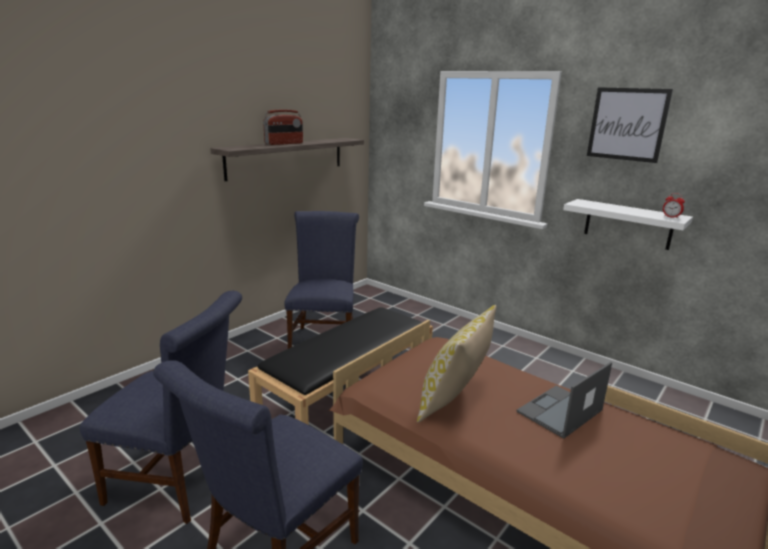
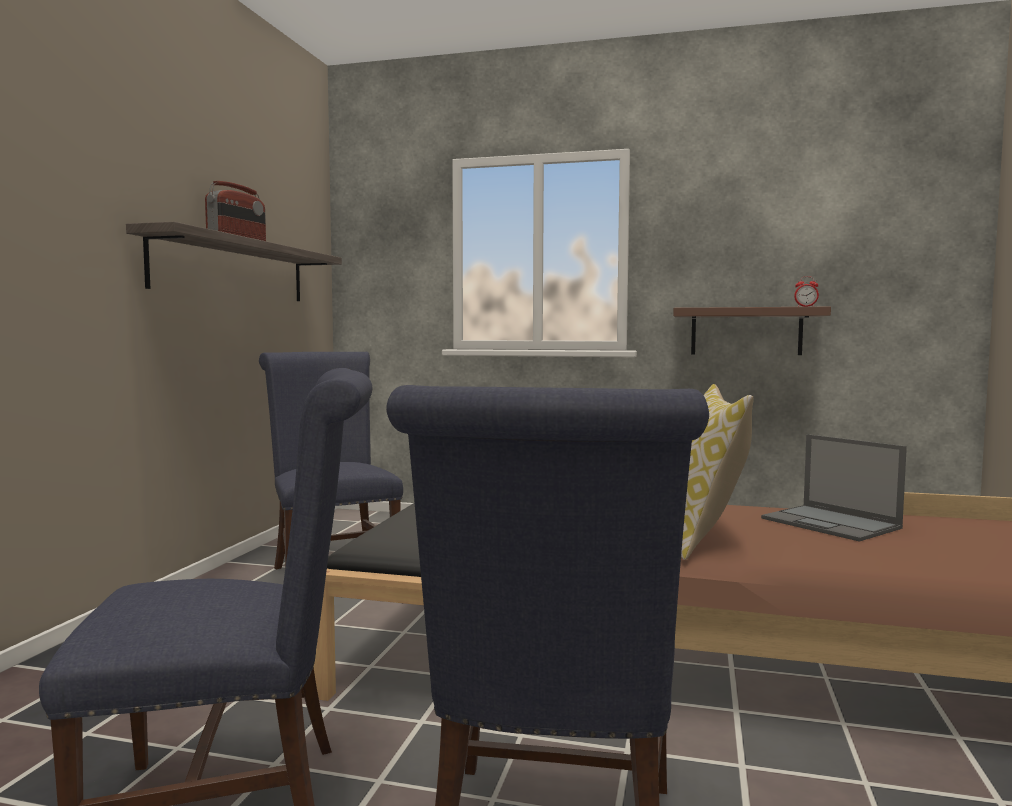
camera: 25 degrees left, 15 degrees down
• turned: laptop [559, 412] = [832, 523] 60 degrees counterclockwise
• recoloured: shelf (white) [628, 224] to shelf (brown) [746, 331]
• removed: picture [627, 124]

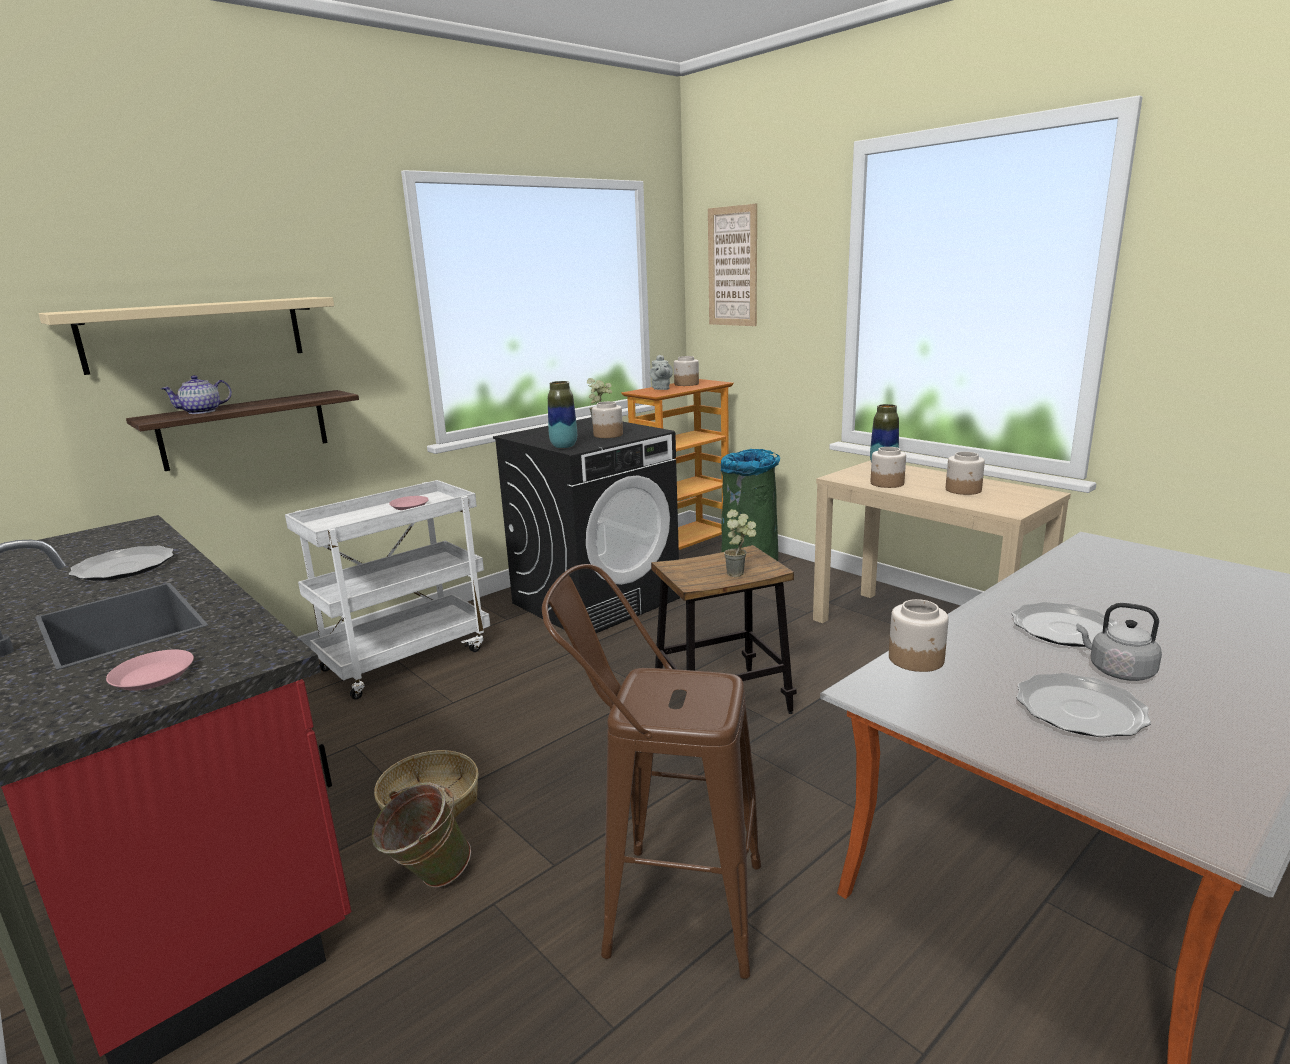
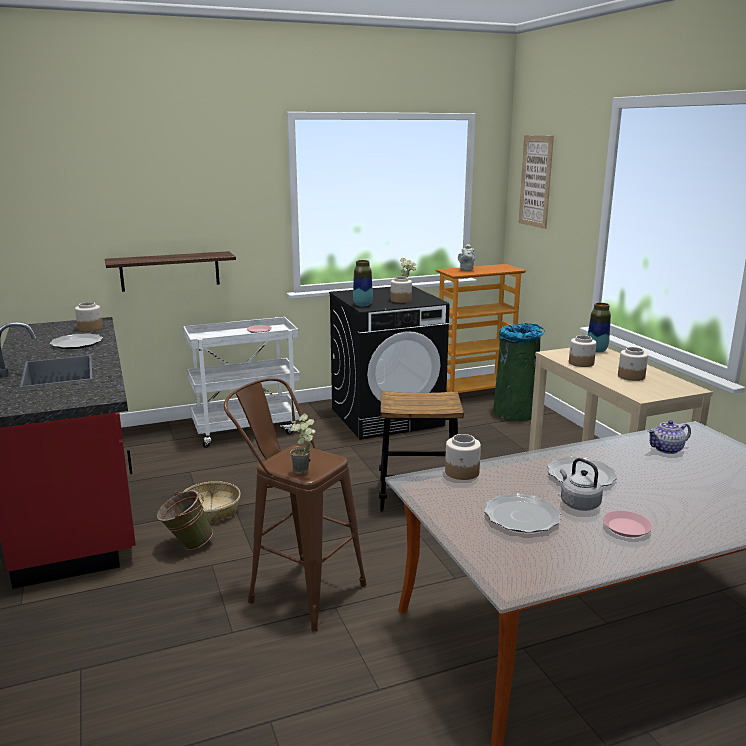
camera: 20 degrees right, 0 degrees up
• removed: shelf (beige) [195, 333]
• moved: plate (pink) [153, 676] to [626, 527]
• moved: teapot [202, 411] to [667, 449]
• moved: jar [686, 384] to [90, 328]
• moved: potted plant [740, 574] to [305, 472]

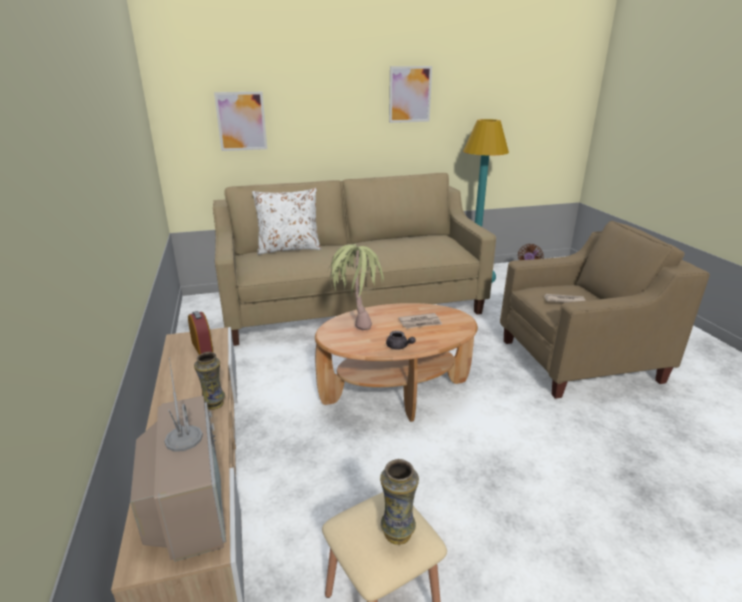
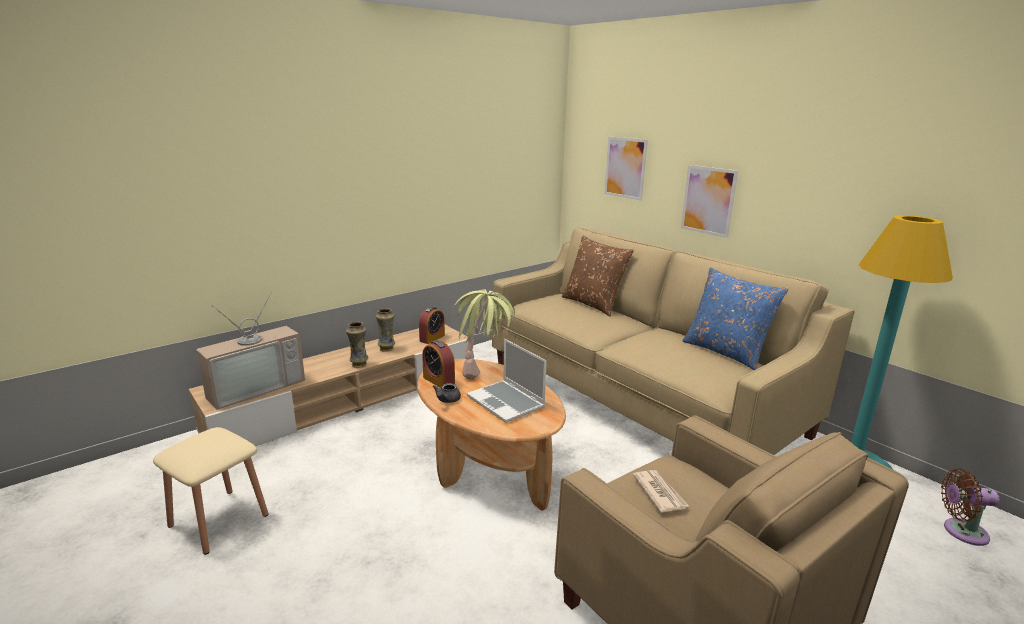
camera: 65 degrees right, 5 degrees down
• recoloured: pillow (white) [289, 248] to pillow (brown) [593, 304]
• moved: vase [397, 532] to [387, 348]
• moved: picture [410, 94] to [708, 200]
• replaced: newspaper [420, 323] to laptop [507, 402]
• added: alarm clock [439, 381]
• added: pillow (blue) [726, 352]

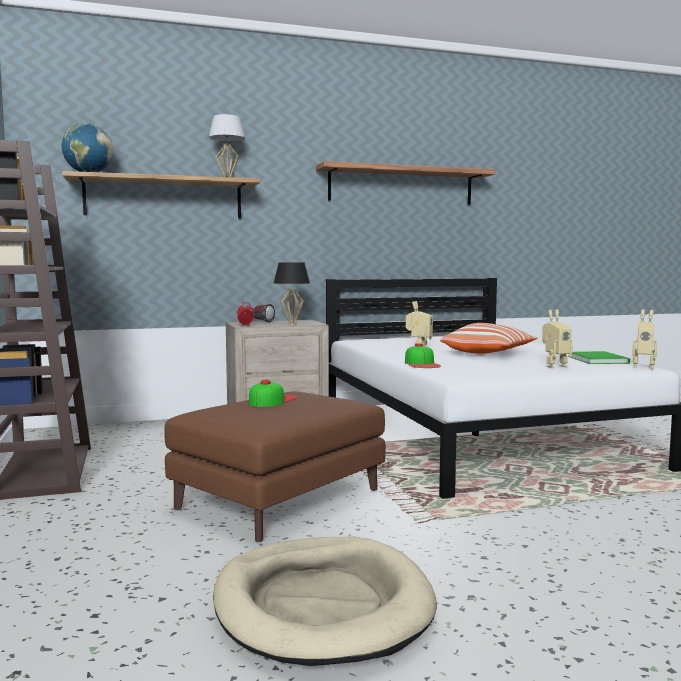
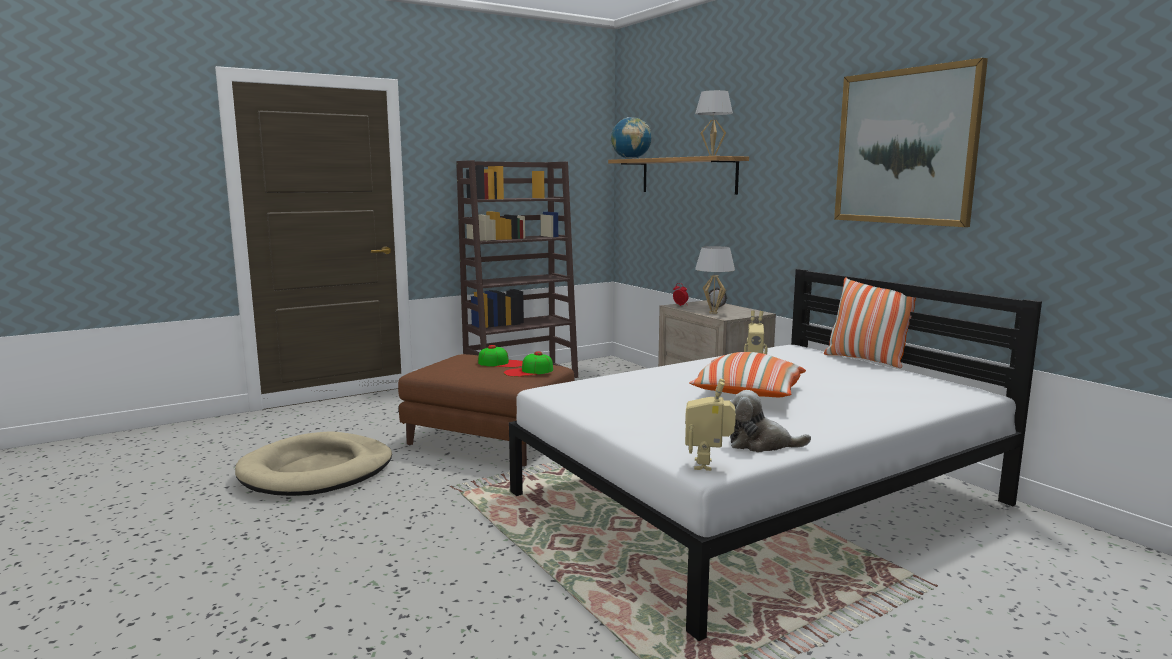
camera: 75 degrees right, 5 degrees up
• recoloured: table lamp (black) [292, 324] to table lamp (white) [713, 312]
• replaced: shelf [401, 186] to picture [905, 147]
• moved: cap [422, 364] to [528, 371]
• removed: toy robot [554, 366]
• replaced: book (green) [598, 359] to plush toy [761, 444]
• added: pillow [866, 360]

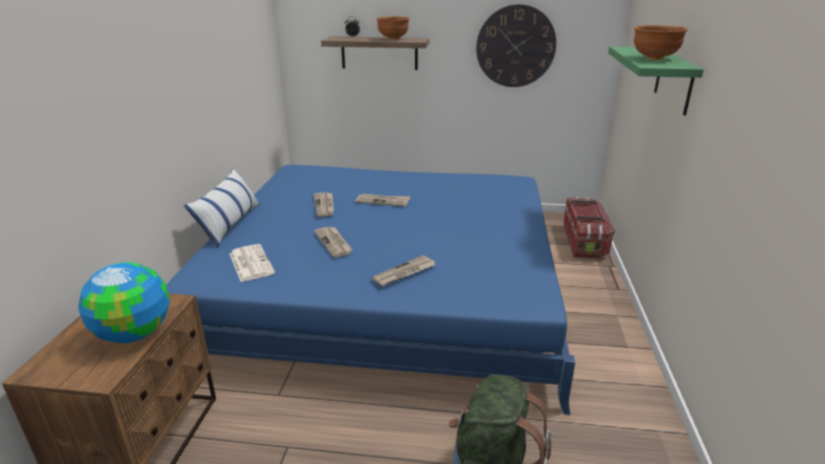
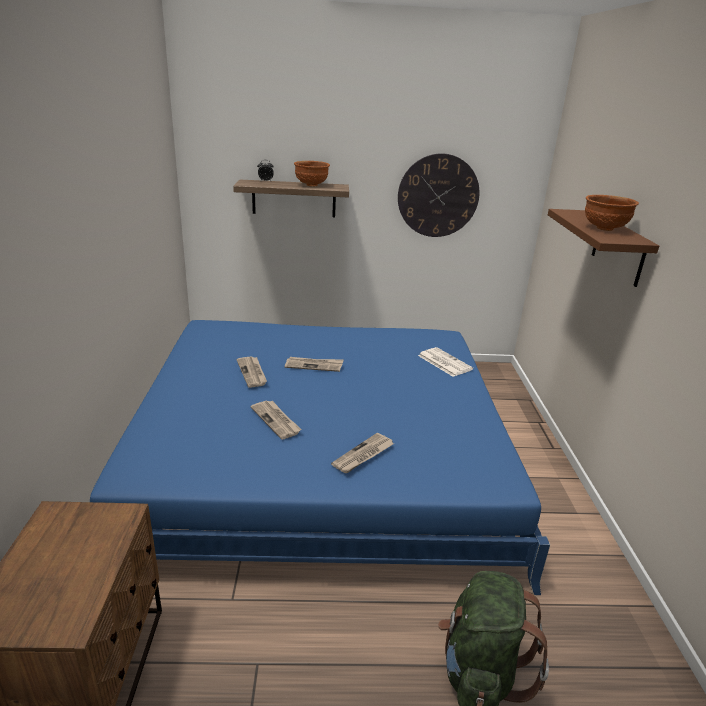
camera: 10 degrees left, 0 degrees up
• removed: globe [134, 333]
• removed: pillow [230, 224]
• moved: newspaper [250, 263] to [443, 362]
• removed: storage box [584, 242]
• recoloured: shelf (green) [674, 80] to shelf (brown) [618, 248]

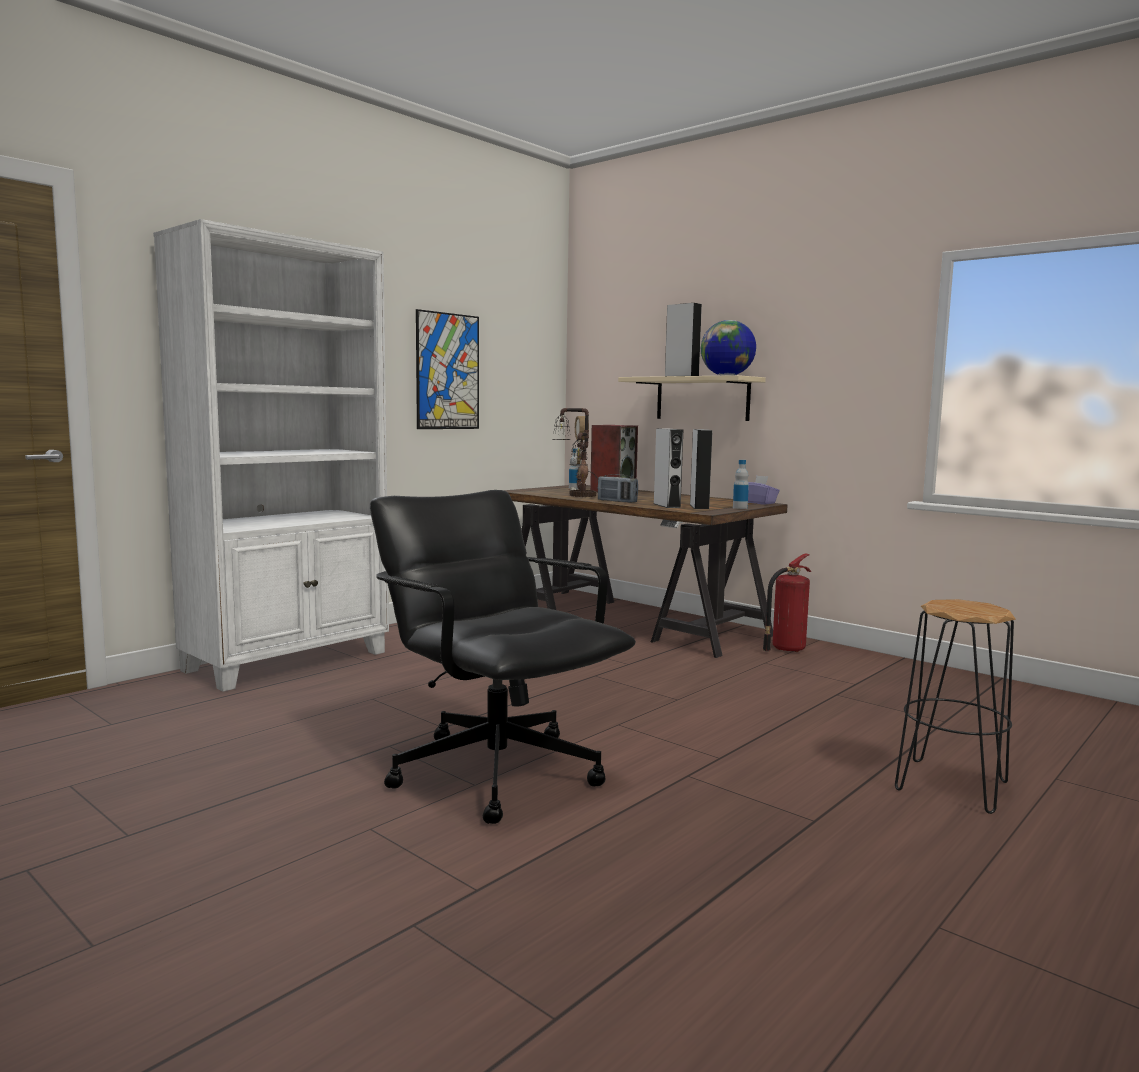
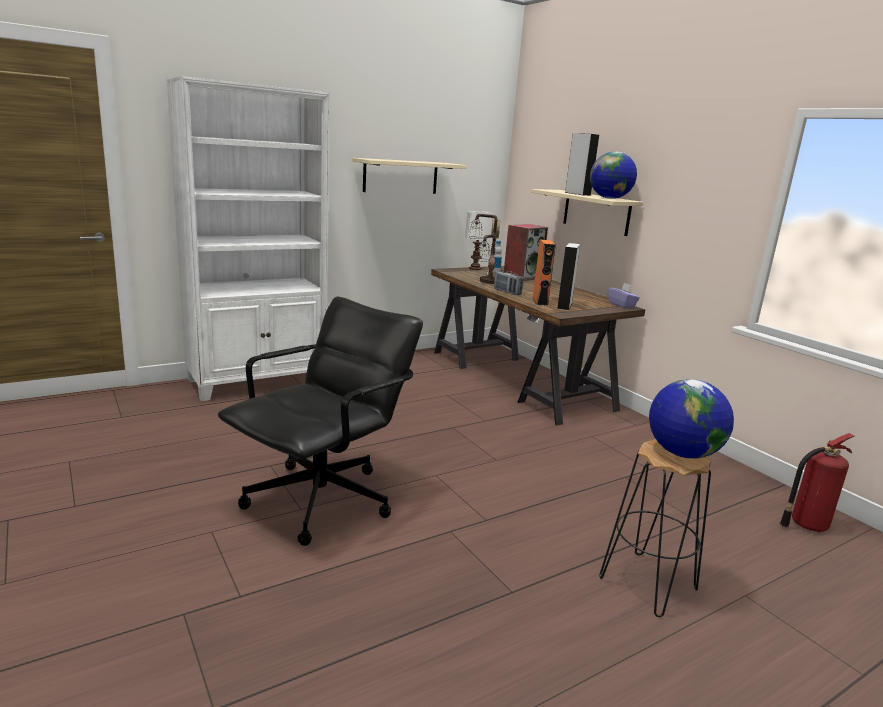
camera: 15 degrees right, 10 degrees up
• turned: office chair (black) [496, 771] = [322, 500] 60 degrees clockwise
• replaced: picture [447, 371] to shelf (beige) [400, 176]
• recoloured: speaker (grey) [666, 505] to speaker (orange) [540, 301]
• removed: bottle [740, 508]
• moved: fire extinguisher [786, 649] to [806, 525]
• added: table lamp (white) [475, 269]
• added: globe [682, 453]

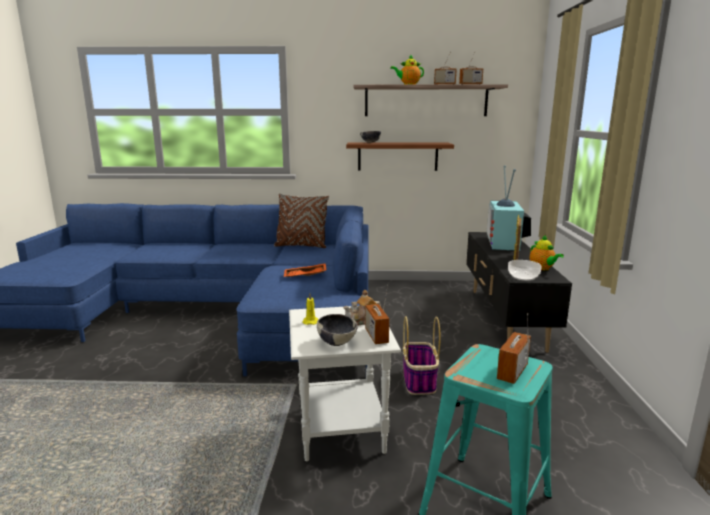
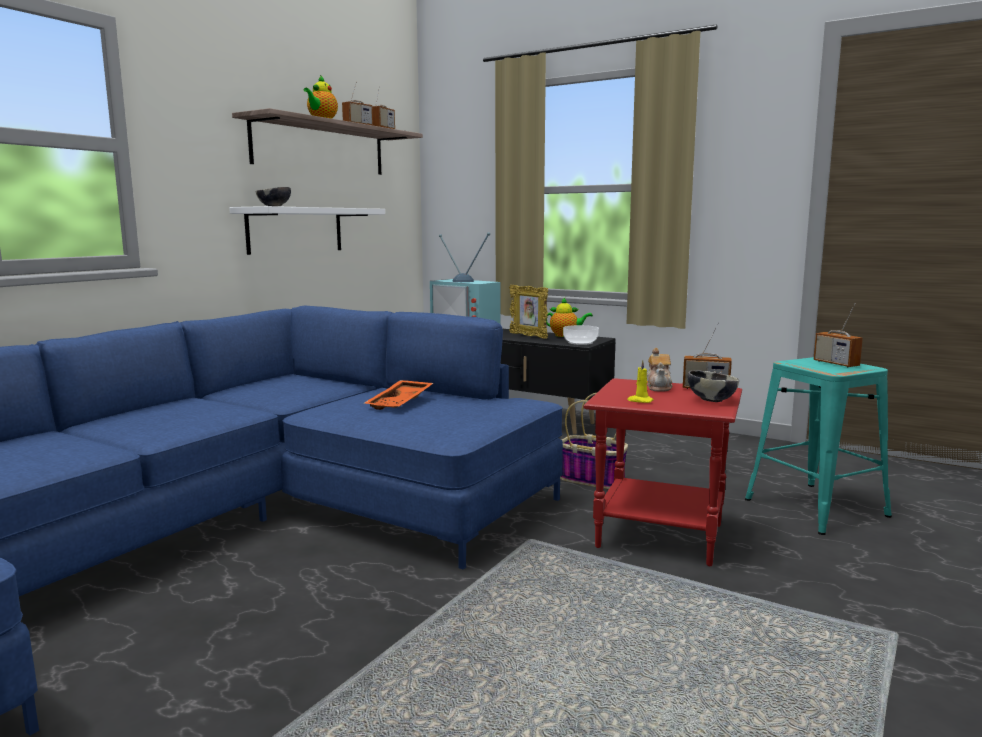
camera: 60 degrees left, 5 degrees down
• removed: pillow (brown) [301, 246]
• recoloured: side table (white) [341, 430] to side table (red) [661, 536]
• recoloured: shelf (brown) [397, 156] to shelf (white) [295, 230]

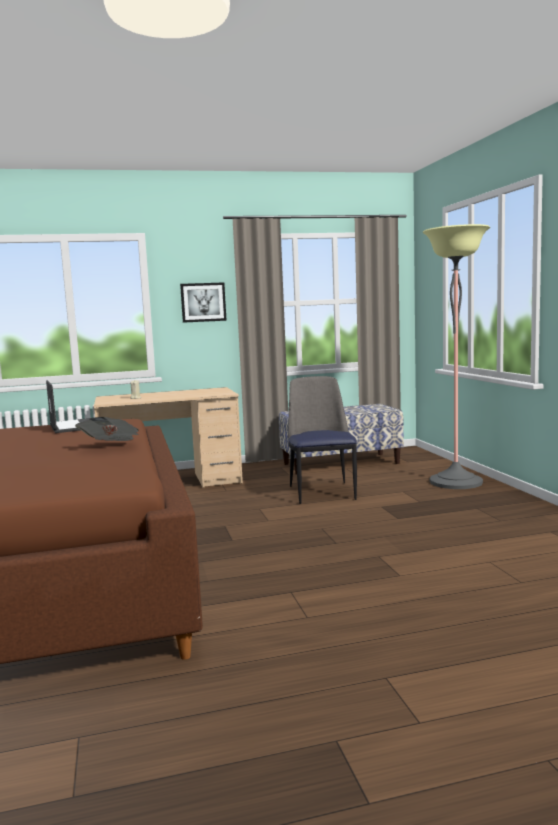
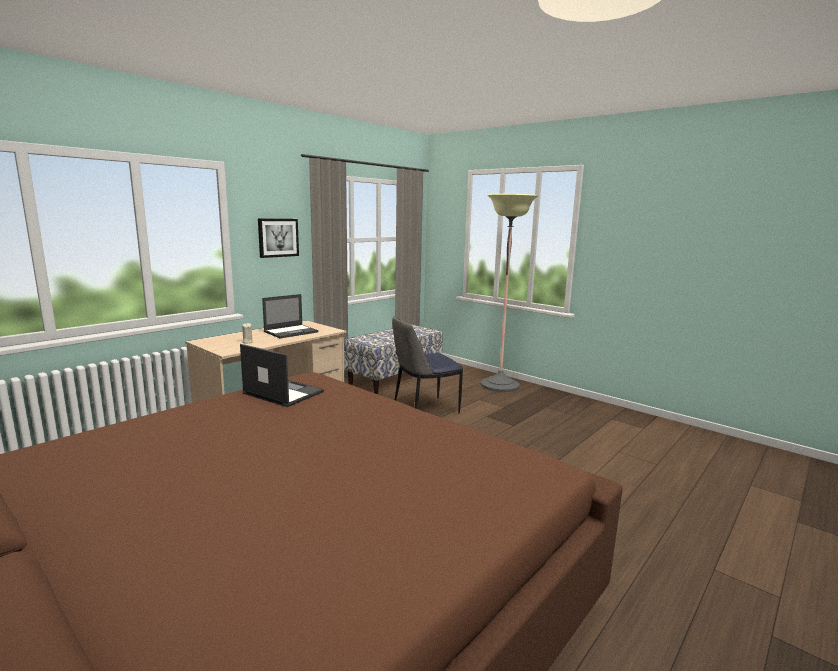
camera: 35 degrees left, 5 degrees up
• removed: newspaper [111, 447]
• turned: chair [322, 492] = [424, 409] 75 degrees counterclockwise
• added: laptop [291, 332]

